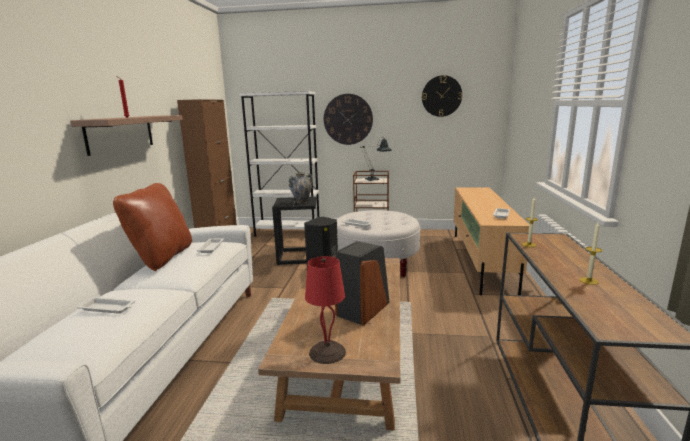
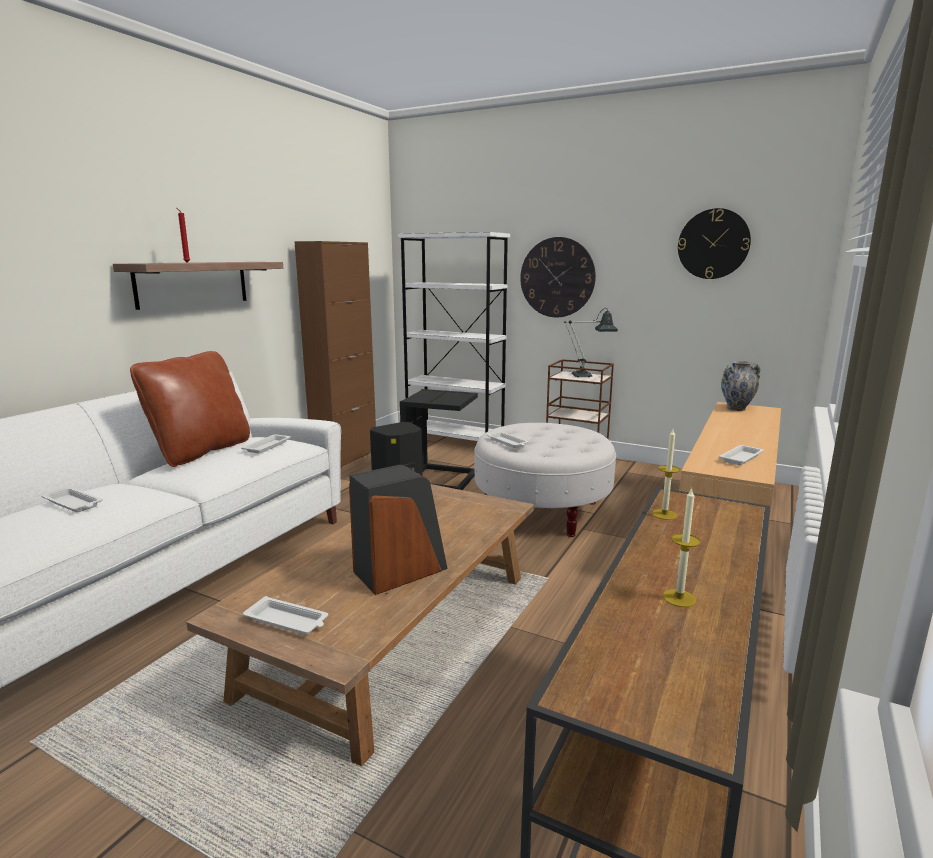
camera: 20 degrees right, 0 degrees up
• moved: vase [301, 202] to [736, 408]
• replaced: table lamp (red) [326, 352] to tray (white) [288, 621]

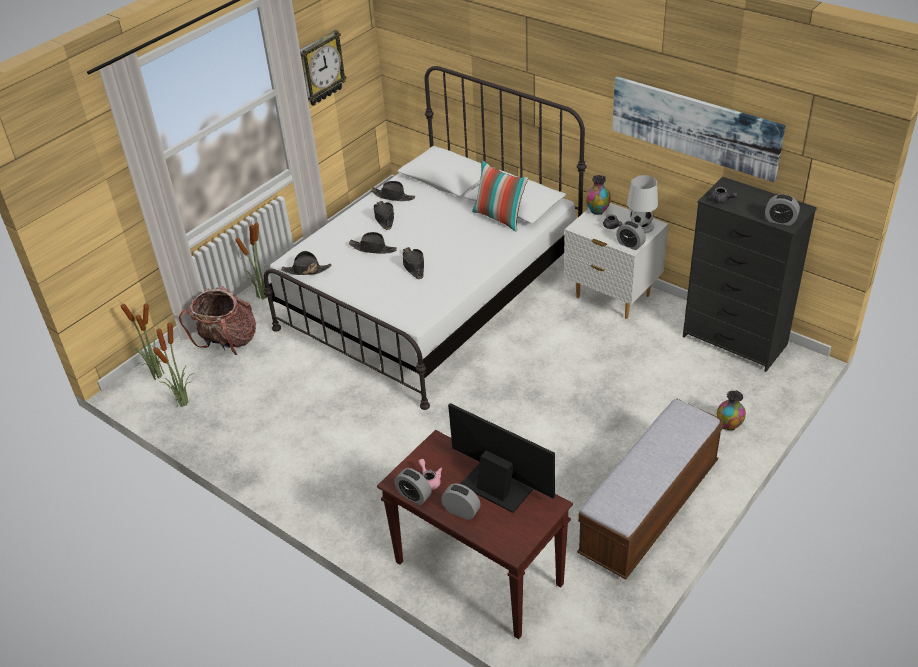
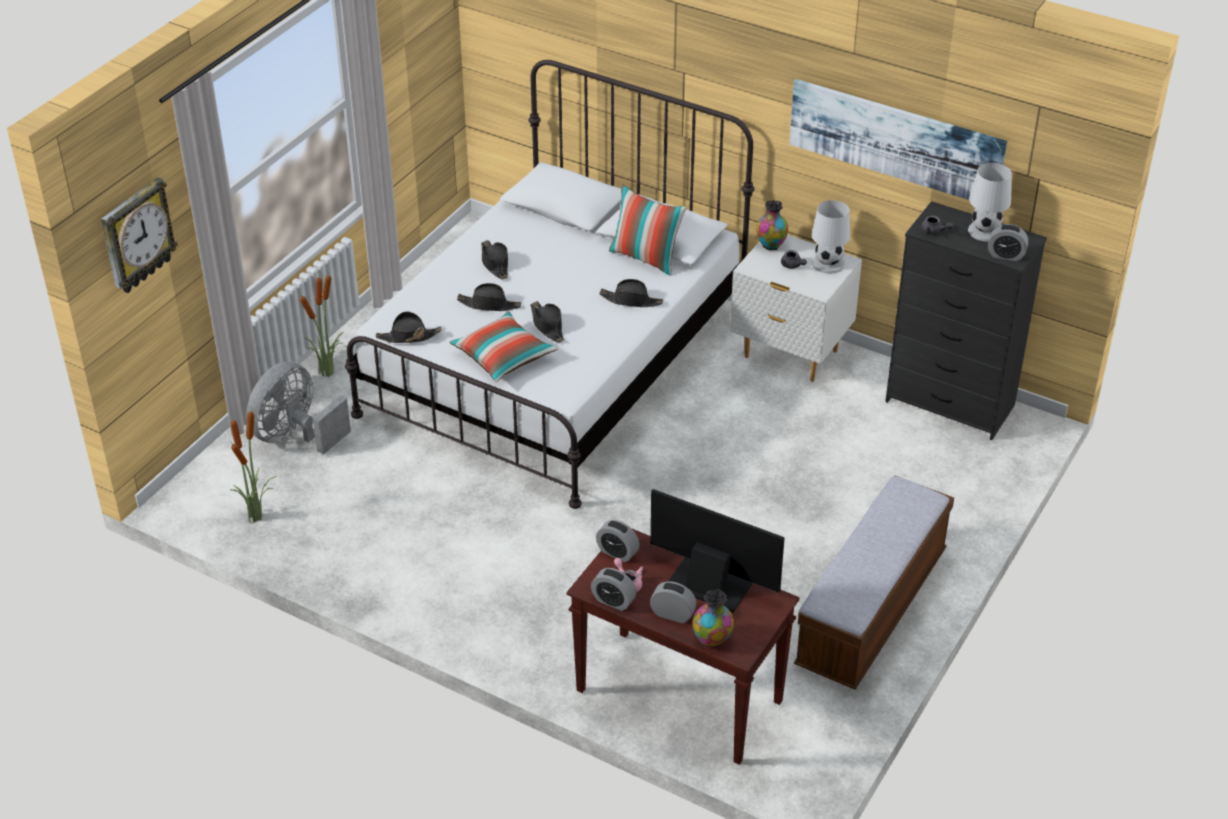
camera: 10 degrees left, 0 degrees up
• removed: potted plant [156, 375]
• replaced: backpack [228, 342] to fan (grey) [295, 436]
• moved: wall clock [320, 68] to [136, 236]
• moved: hat (black) [393, 196] to [631, 300]
• moved: alarm clock [630, 244] to [617, 552]
• moved: vase [729, 425] to [712, 640]
• added: pillow [503, 357]
• added: table lamp (white) [984, 231]

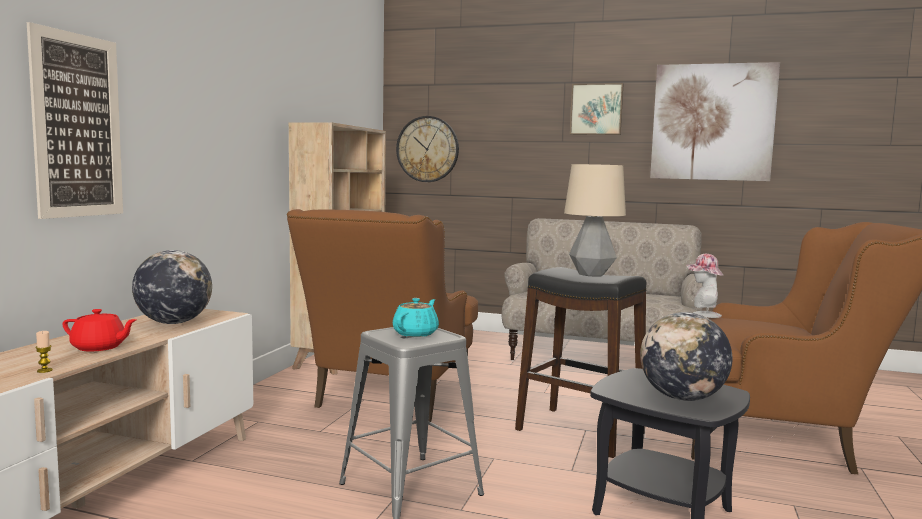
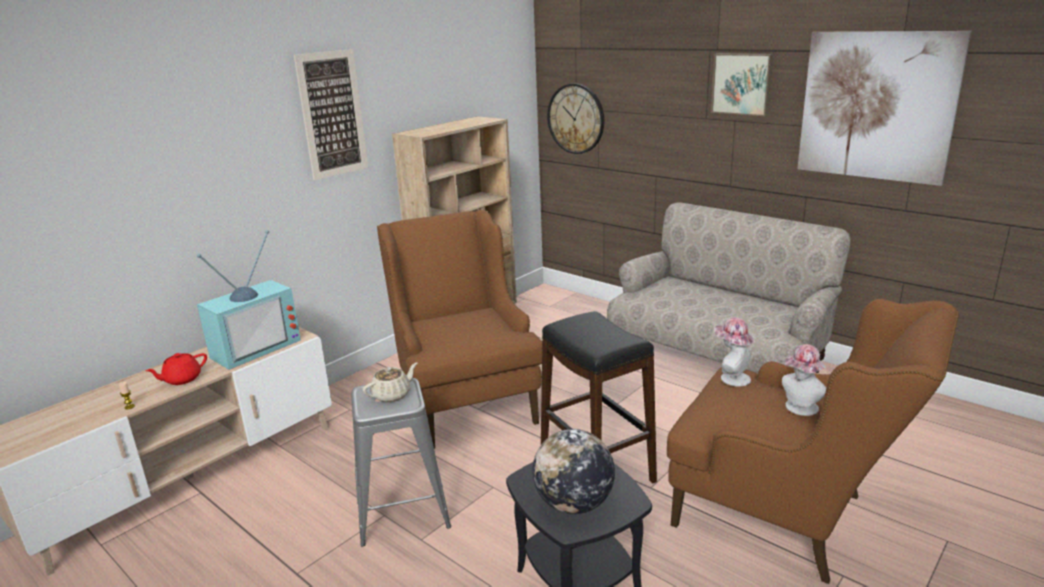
camera: 25 degrees right, 15 degrees up
• moved: picture [77, 126] to [332, 114]
• turned: teapot (red) [99, 347] = [182, 379] 105 degrees clockwise
• replaced: globe [174, 323] to television [255, 347]
• turned: armchair (brown) [388, 400] = [465, 398] 120 degrees clockwise
• recoloured: teapot (turquoise) [416, 333] to teapot (beige) [392, 395]
• removed: table lamp [591, 274]
• added: hat [799, 409]

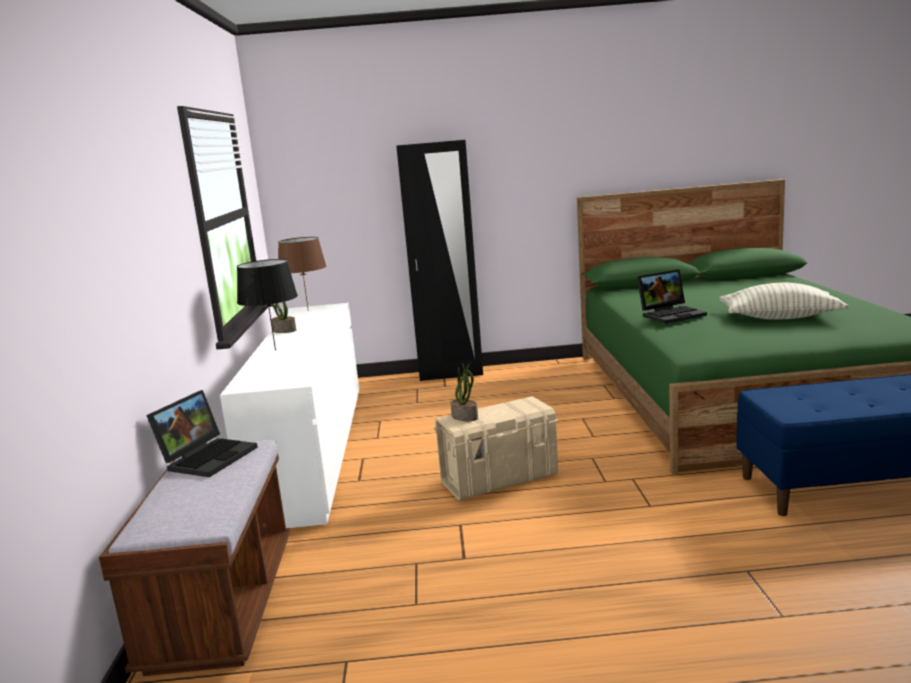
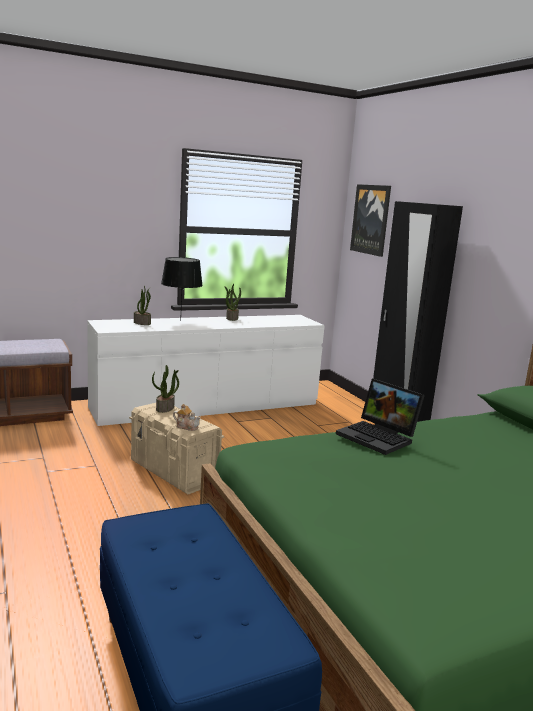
camera: 65 degrees right, 0 degrees up
• removed: laptop [208, 457]
• removed: table lamp (brown) [308, 310]
• removed: pillow [779, 318]
• added: potted plant [142, 323]
• added: teapot [187, 426]
• added: picture [371, 219]

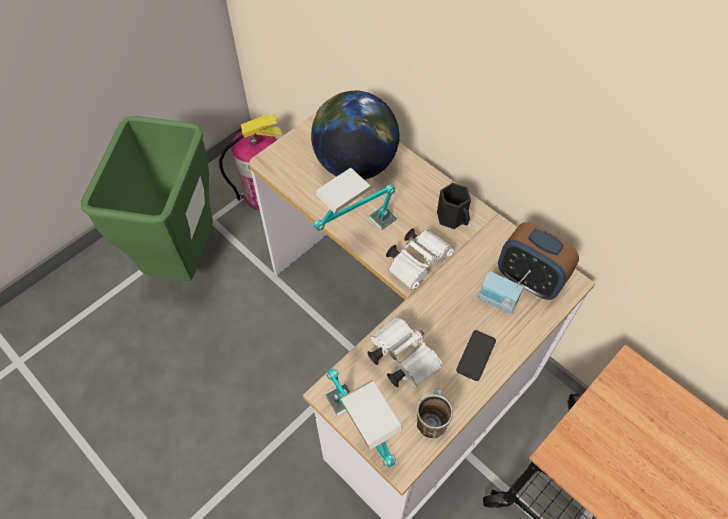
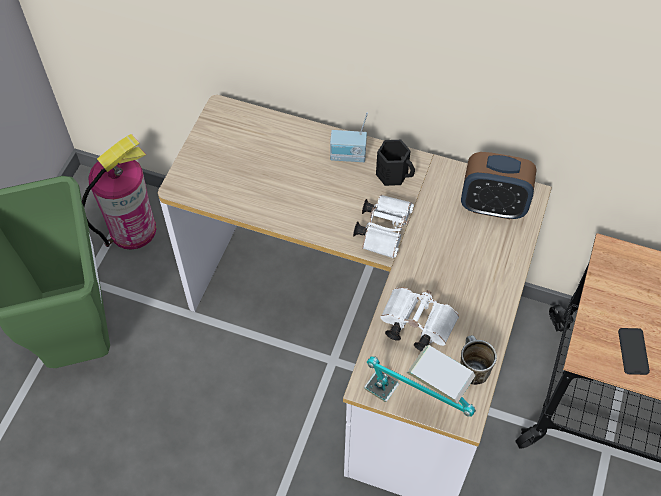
camera: 25 degrees left, 0 degrees up
• removed: globe [355, 165]
• removed: table lamp [357, 236]
• moved: phone [476, 355] to [633, 351]
• moved: radio [497, 301] to [348, 157]

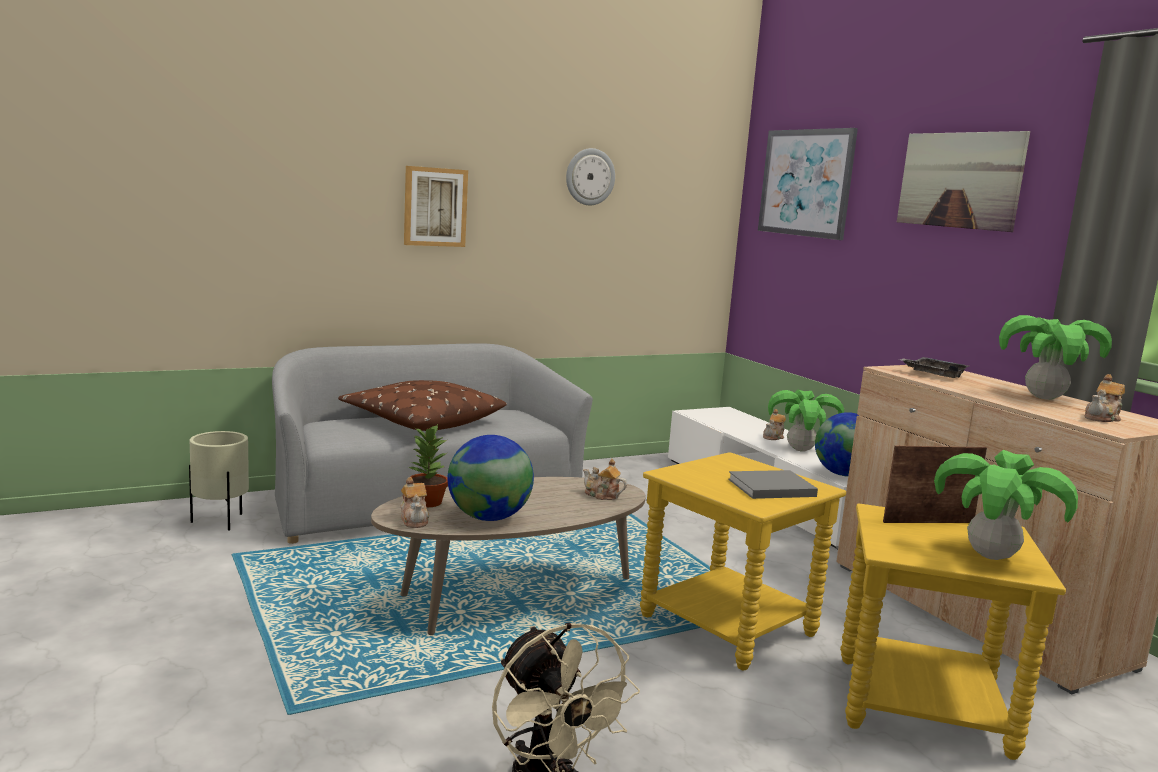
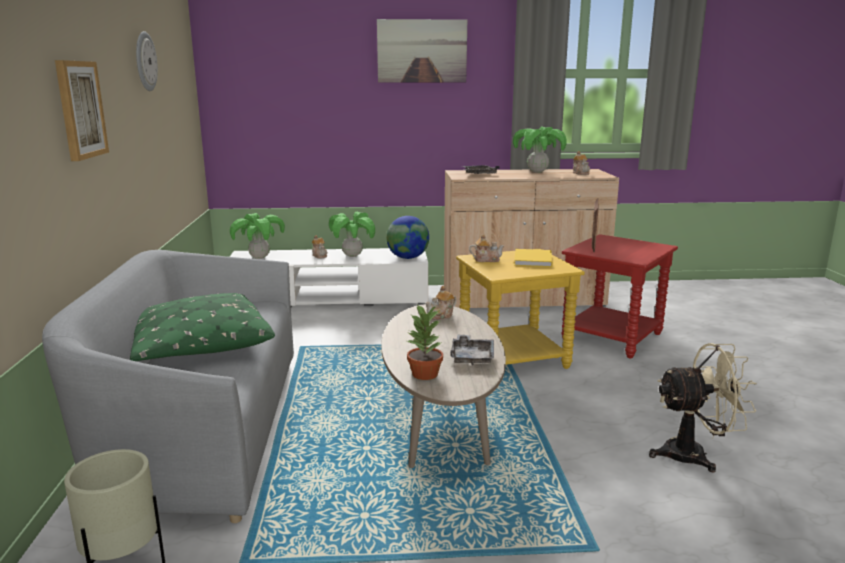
camera: 65 degrees left, 5 degrees up
• recoloured: pillow (brown) [421, 421] to pillow (green) [197, 344]
• moved: teapot [414, 520] to [486, 260]
• replaced: globe [488, 518] to tray (grey) [472, 357]
• recoloured: book (grey) [769, 488] to book (yellow) [533, 260]
• removed: picture [806, 183]
• recoloured: side table (yellow) [921, 707] to side table (red) [612, 338]
• moved: potted plant [990, 556] to [259, 257]

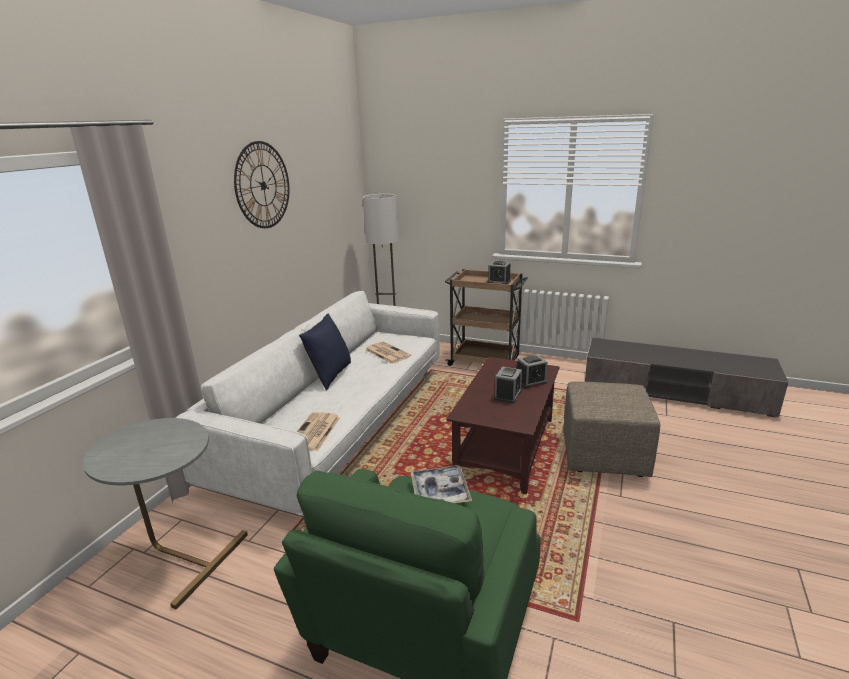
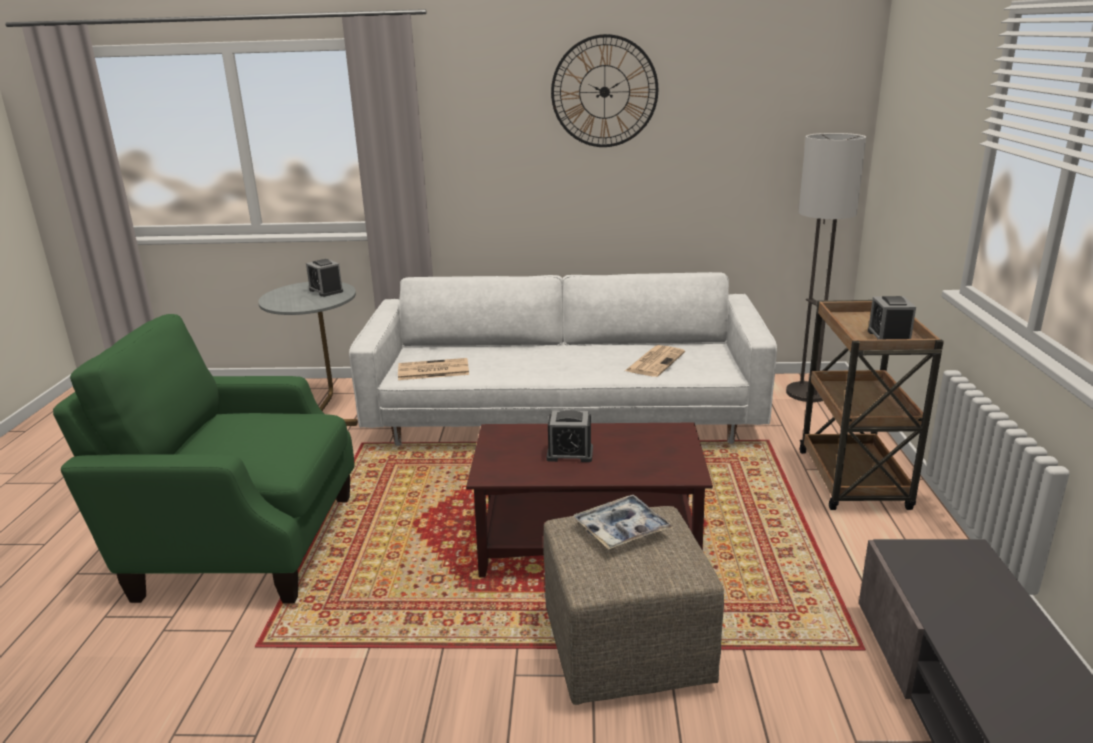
camera: 70 degrees right, 0 degrees up
• removed: pillow (blue) [330, 376]
• moved: tray [440, 492] to [622, 530]
• moved: alarm clock [531, 381] to [326, 291]

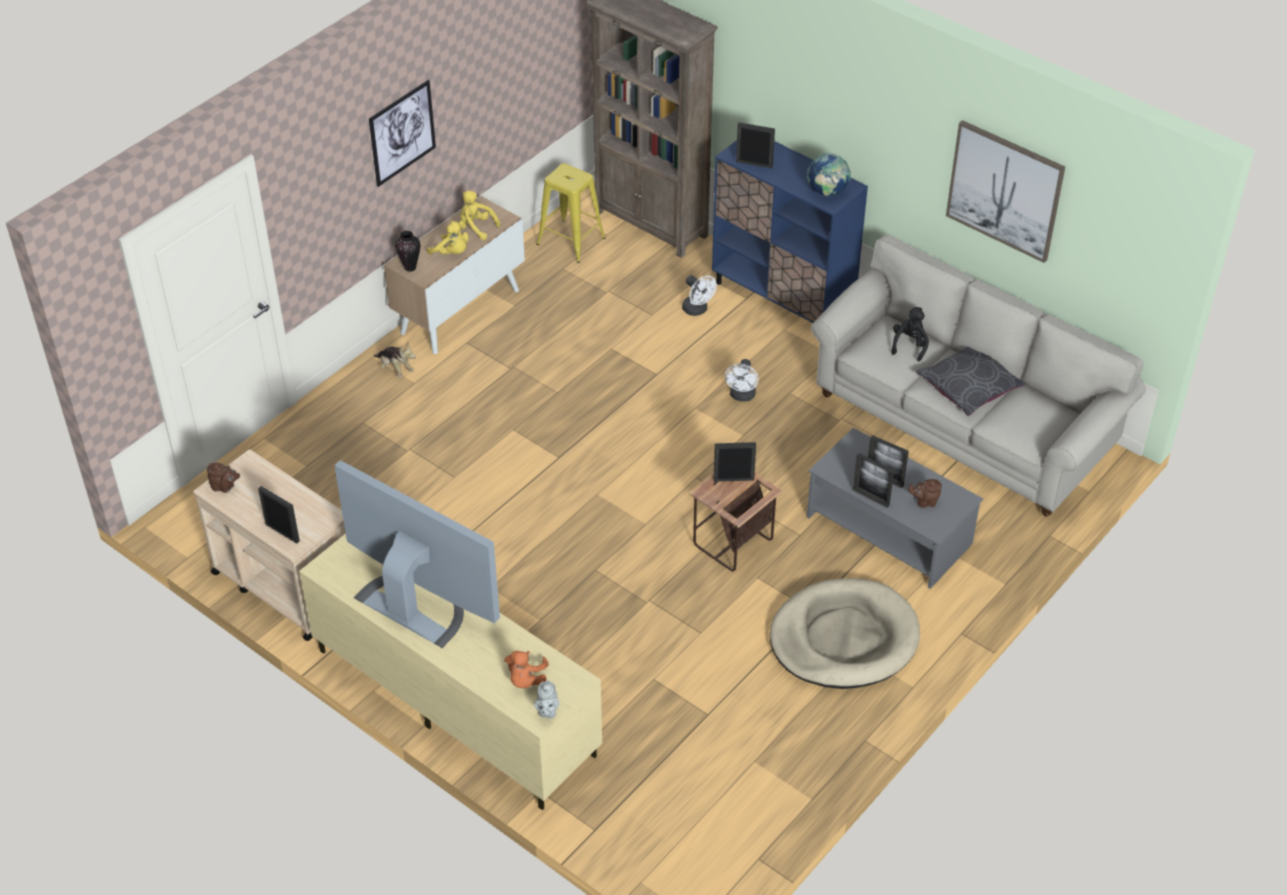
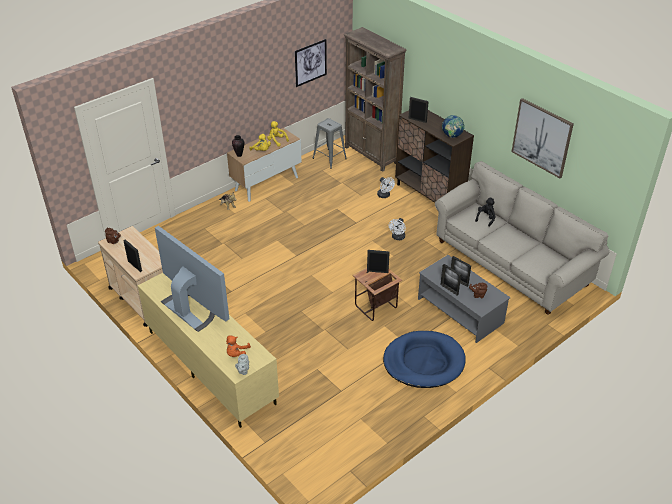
camera: 10 degrees right, 5 degrees down
• moved: picture [402, 133] to [310, 63]
• recoloured: stool (yellow) [571, 241] to stool (grey) [329, 158]
• recoloured: cabinet (blue) [782, 298] to cabinet (brown) [429, 195]
• recoloured: dog bed (beige) [843, 638] to dog bed (blue) [423, 362]
• removed: pillow (grey) [969, 386]

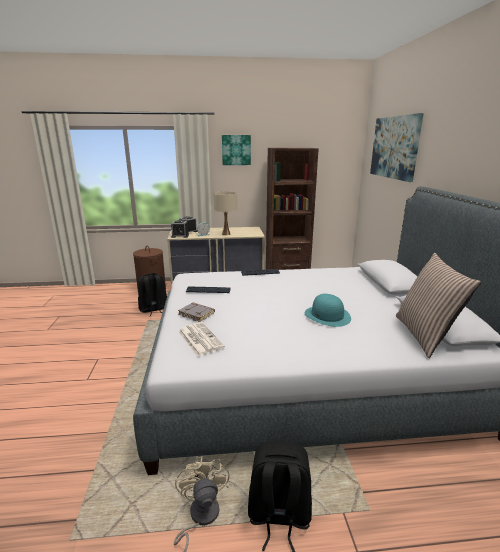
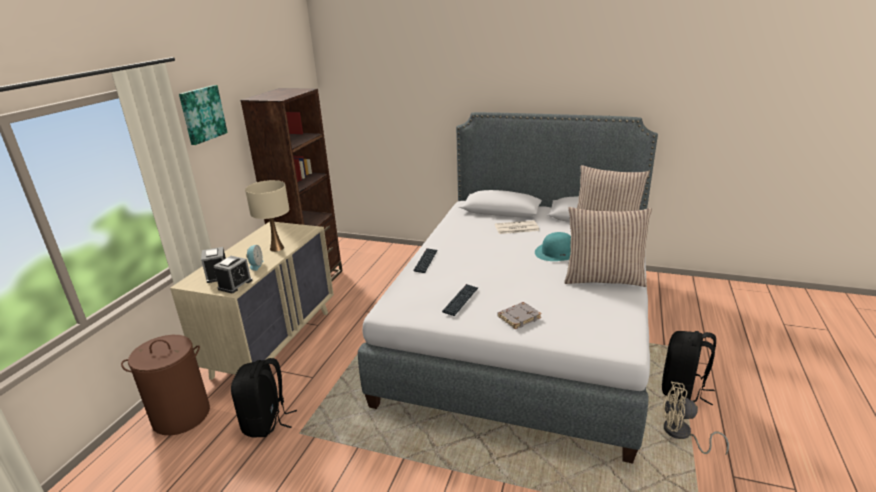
camera: 65 degrees left, 5 degrees up
• moved: newspaper [199, 339] to [516, 228]
• removed: picture [394, 147]
• added: pillow [603, 278]

